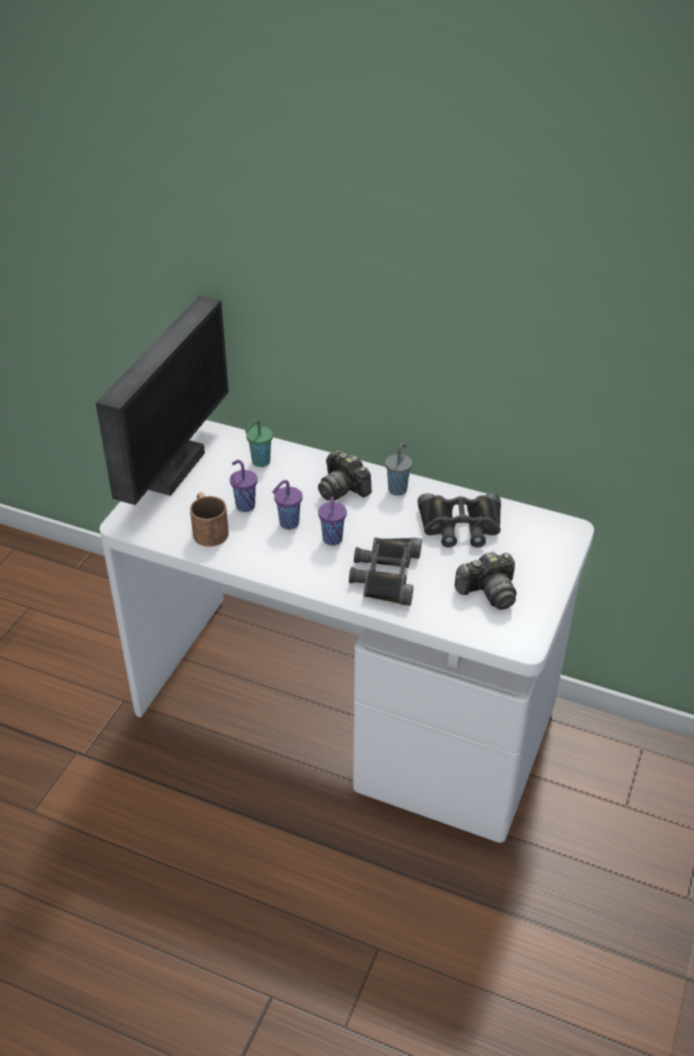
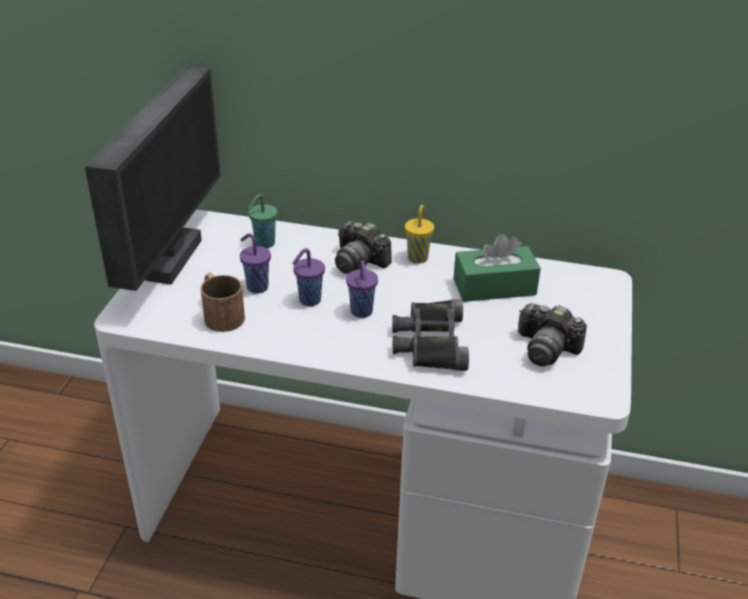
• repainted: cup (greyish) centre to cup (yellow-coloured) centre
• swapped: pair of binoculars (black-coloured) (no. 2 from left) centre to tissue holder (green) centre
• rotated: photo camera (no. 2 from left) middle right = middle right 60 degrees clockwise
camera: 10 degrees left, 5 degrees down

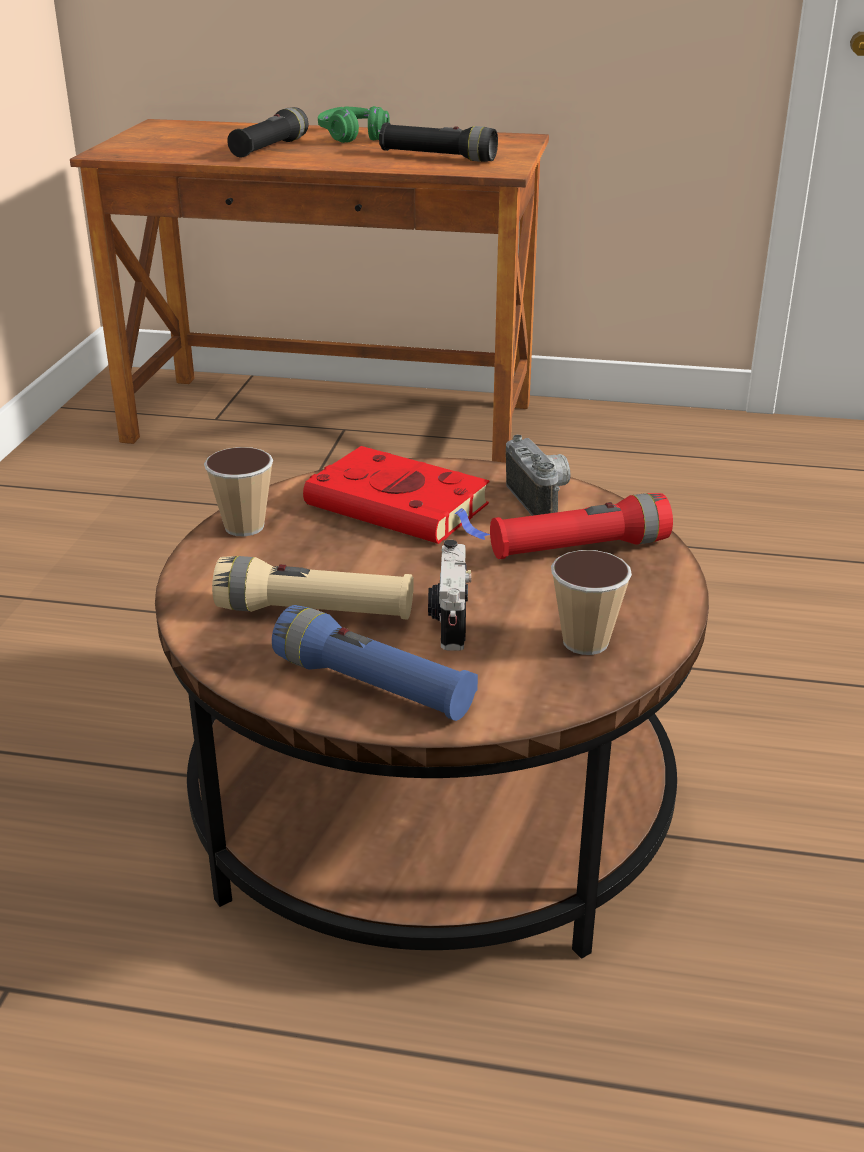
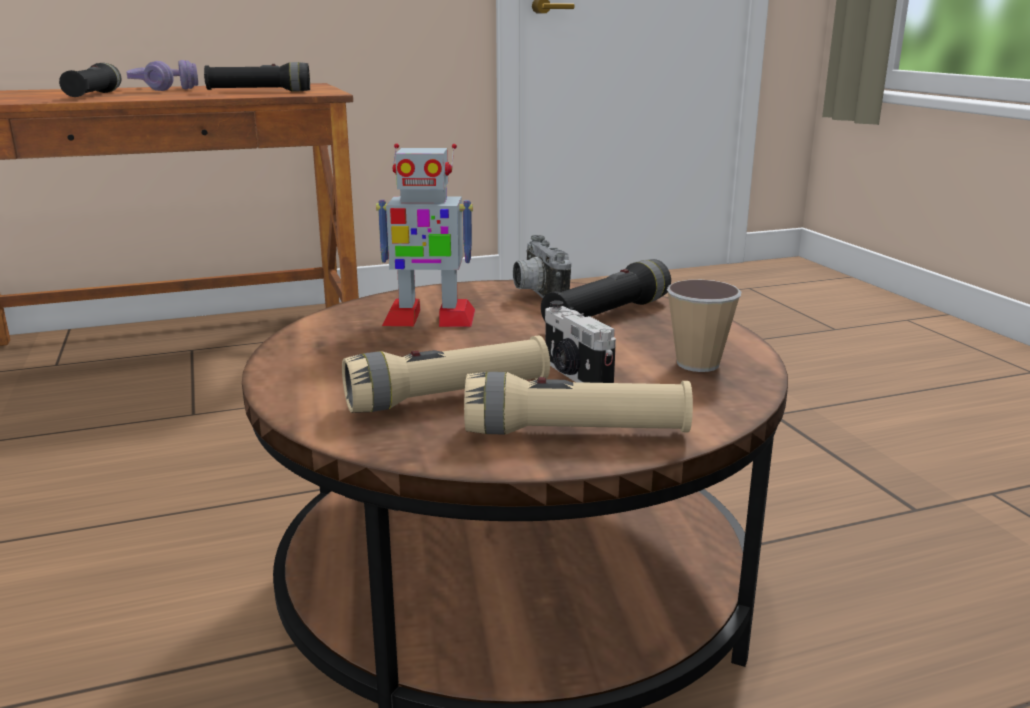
• gone: cup (no. 1 from left) middle left
• repainted: flashlight (bluish) centre to flashlight (beige) (no. 2 from left) centre
• swapped: book (red-coloured) centre to robot figure top centre
• repainted: headset (green) top centre to headset (purple) top left
• repainted: flashlight (red-coloured) middle right to flashlight (black-coloured) (no. 3 from left) centre
• rotated: photo camera (no. 2 from left in the first image) centre = centre 150 degrees counterclockwise
camera: 30 degrees left, 10 degrees down

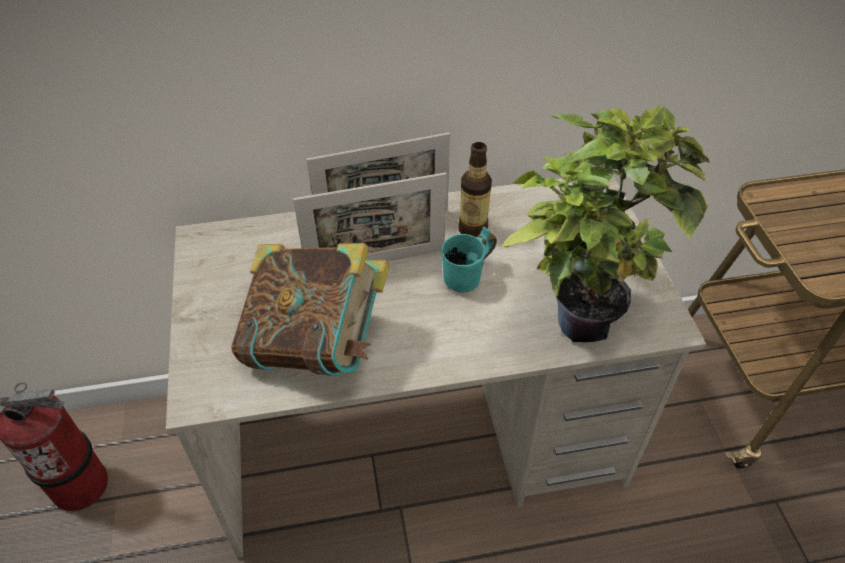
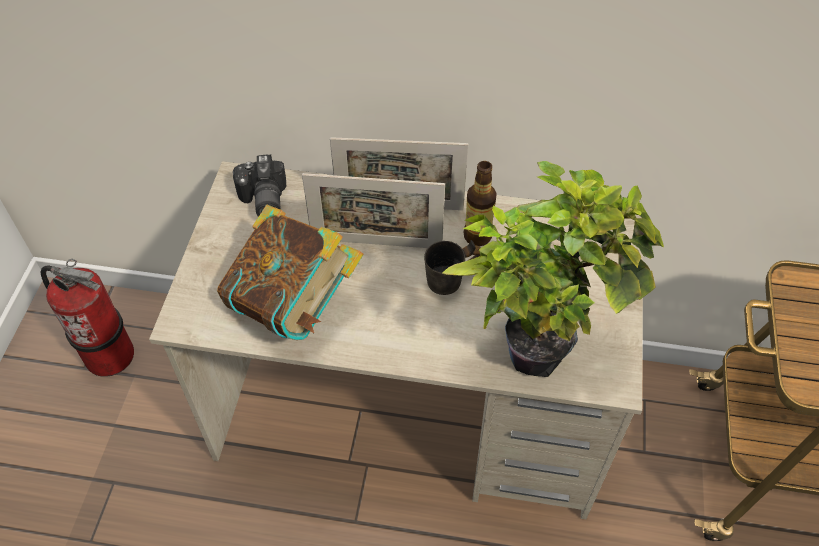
• repainted: mug (turquoise) centre to mug (greyish) centre
• new: photo camera middle left
camera: 20 degrees right, 5 degrees up

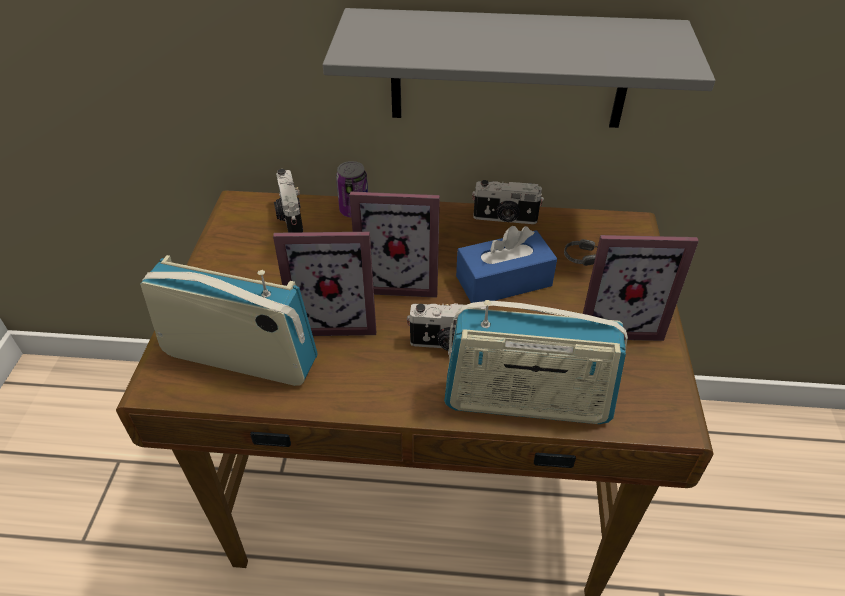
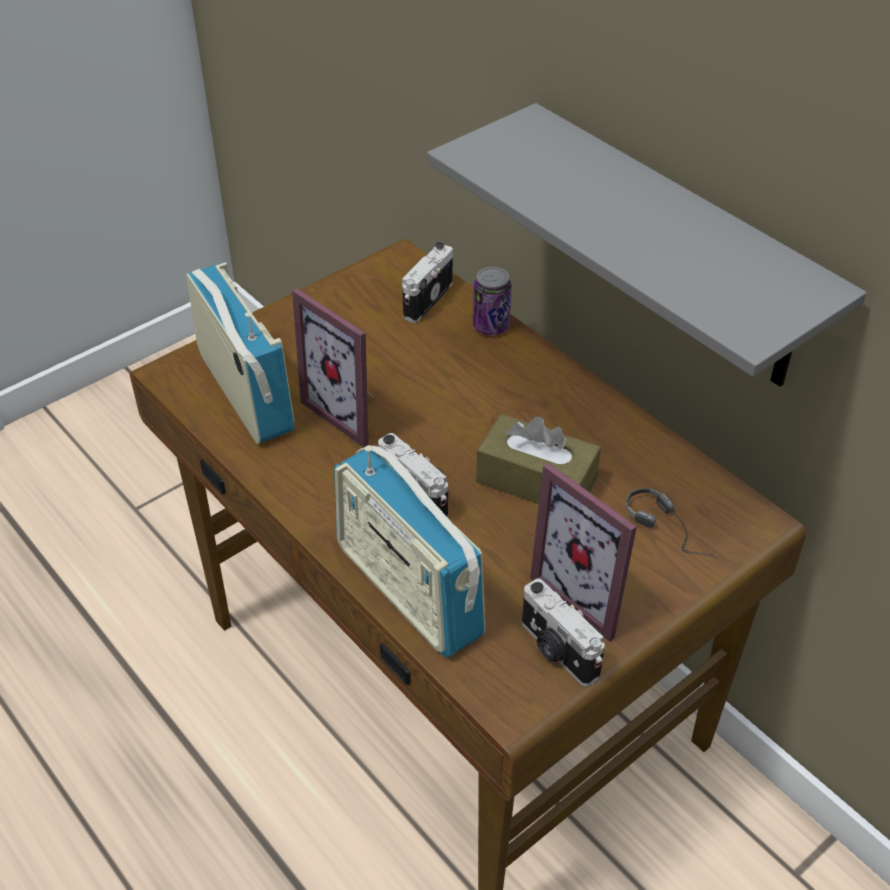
• gone: standing frame (no. 2 from left) centre
• repainted: tissue holder (bluish) centre to tissue holder (brown-coloured) centre
• shifted: photo camera (no. 3 from left) centre to bottom centre
camera: 45 degrees right, 0 degrees up

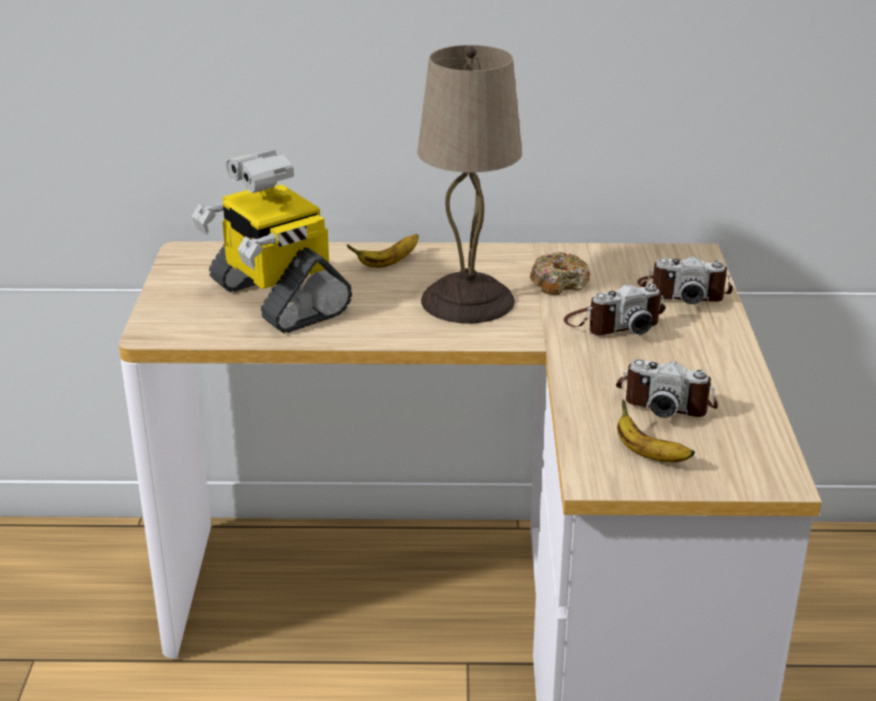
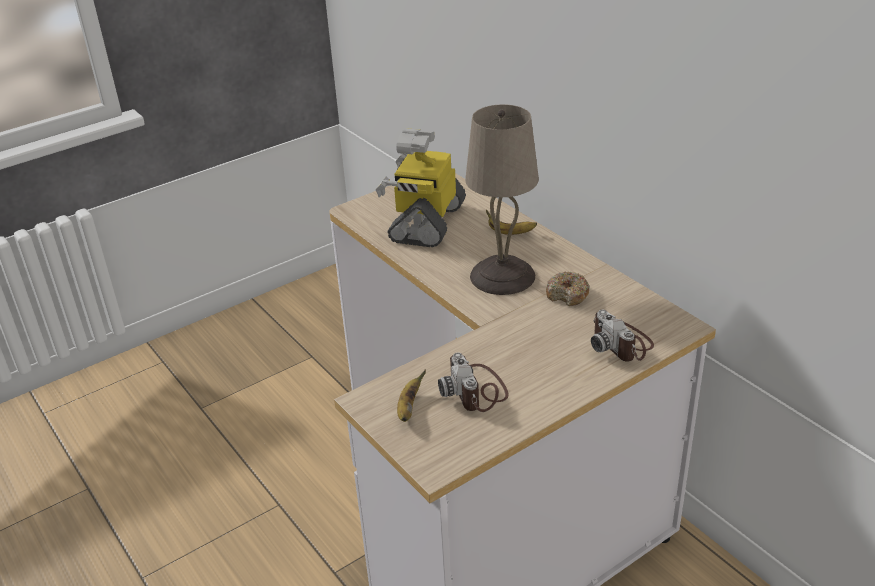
• gone: photo camera (no. 1 from left) middle right
camera: 55 degrees right, 5 degrees up

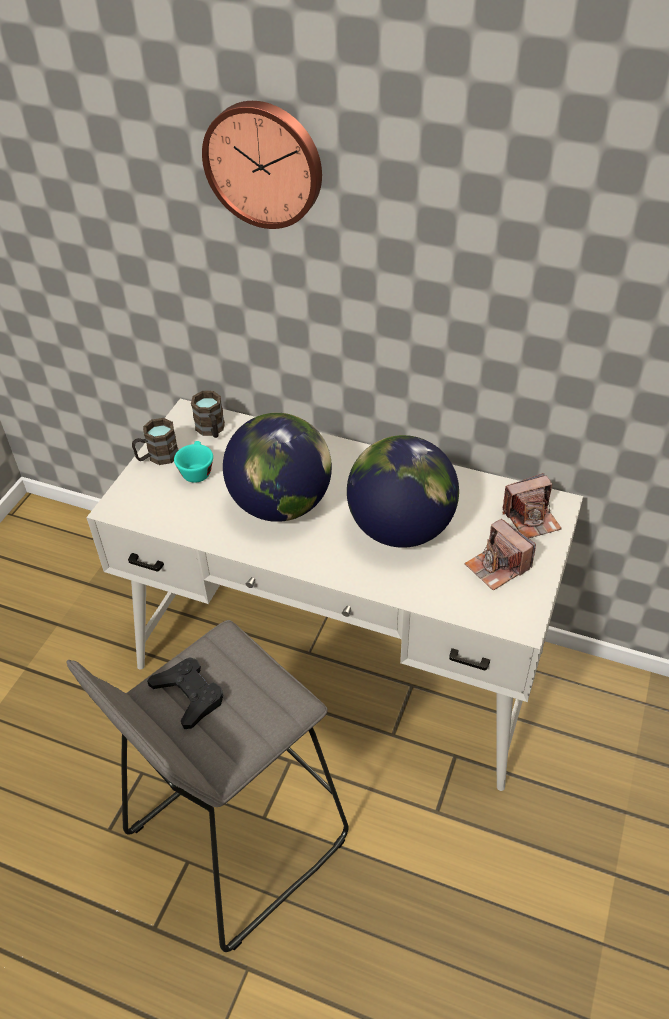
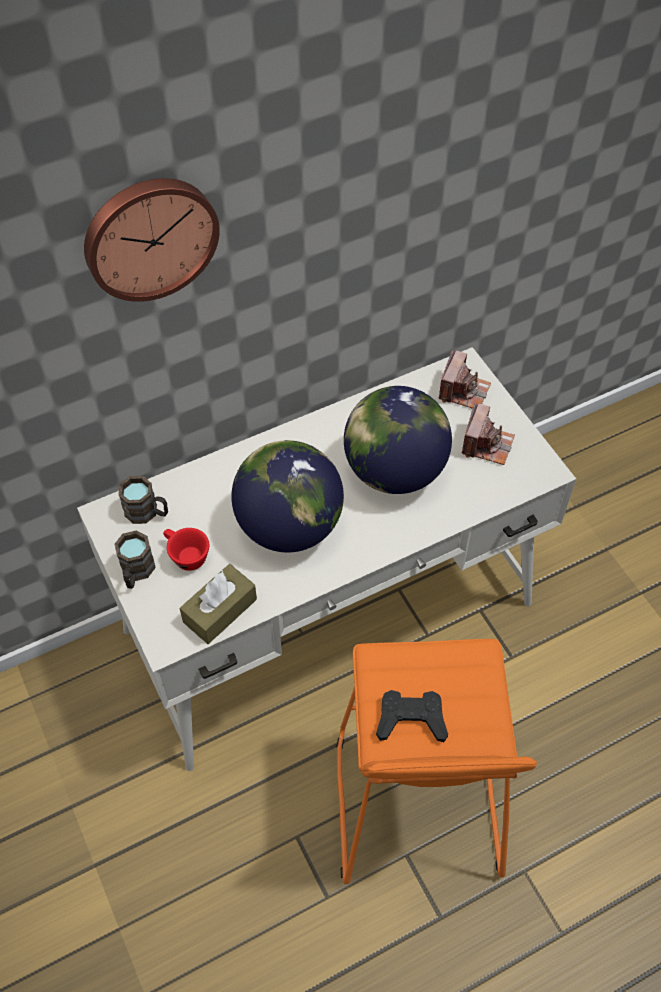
• repainted: stool (greyish) bottom left to stool (orange) bottom centre
• repainted: cup (turquoise) middle left to cup (red-coloured) middle left
• rotated: photo camera (no. 1 from left in the first image) middle right = middle right 75 degrees counterclockwise
• new: tissue holder (brown-coloured) middle left
camera: 50 degrees left, 10 degrees up

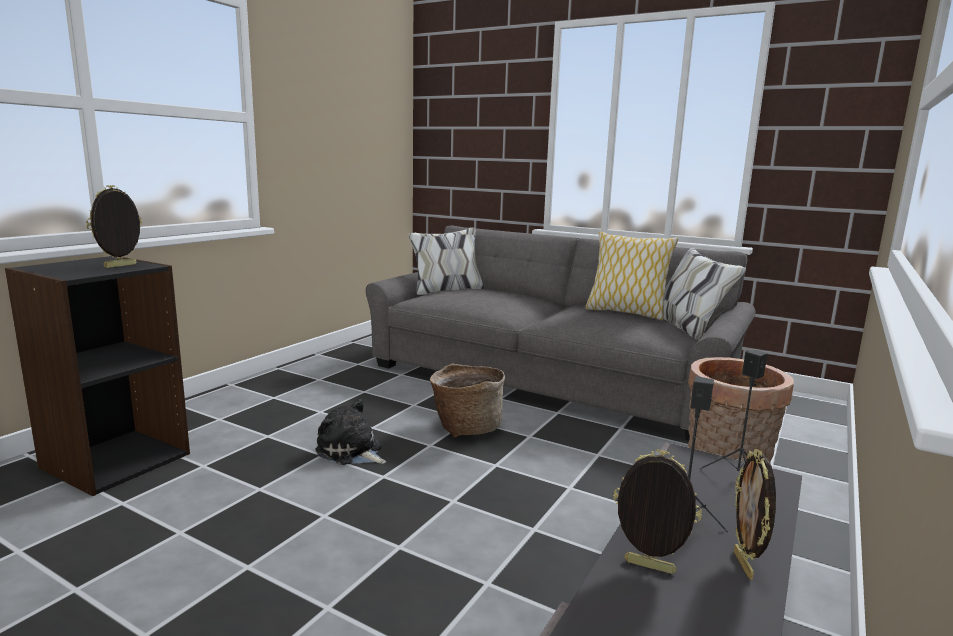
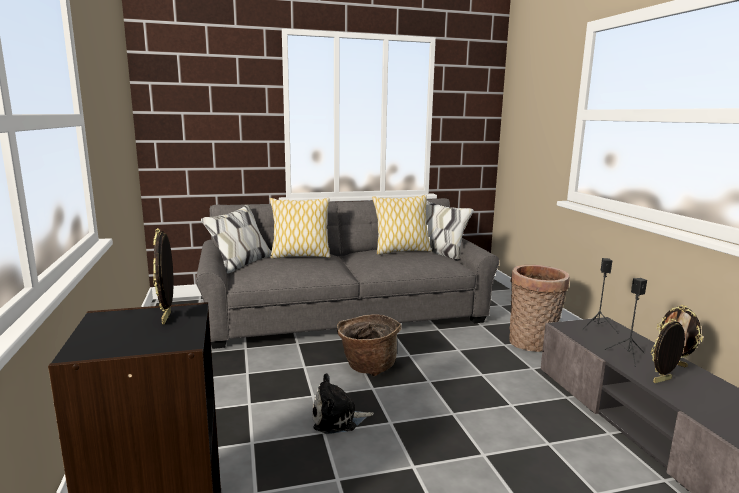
• new: throw pillow (no. 1 from left) centre
camera: 45 degrees left, 0 degrees up

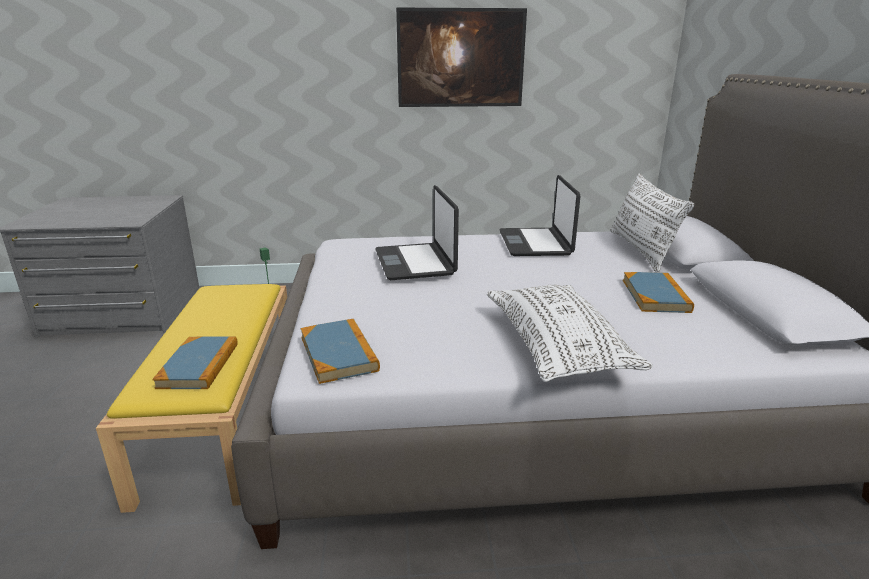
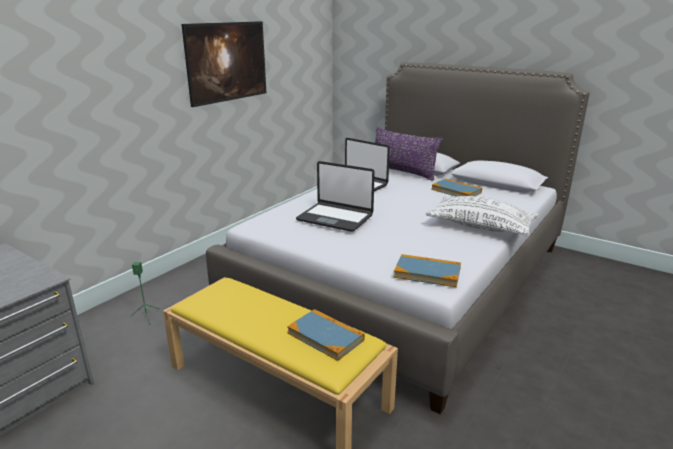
• repainted: throw pillow (white) (no. 2 from left) middle right to throw pillow (purple) centre
camera: 50 degrees left, 0 degrees up

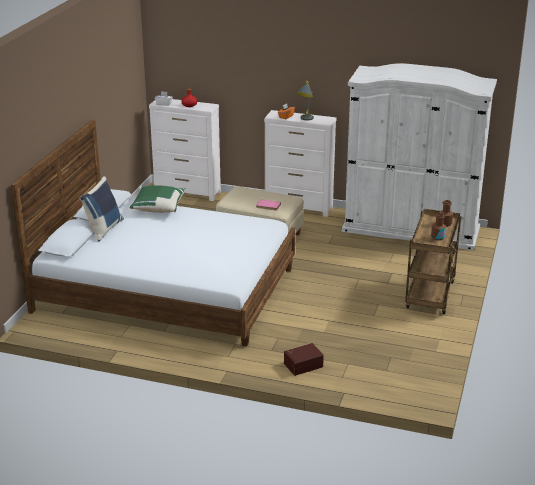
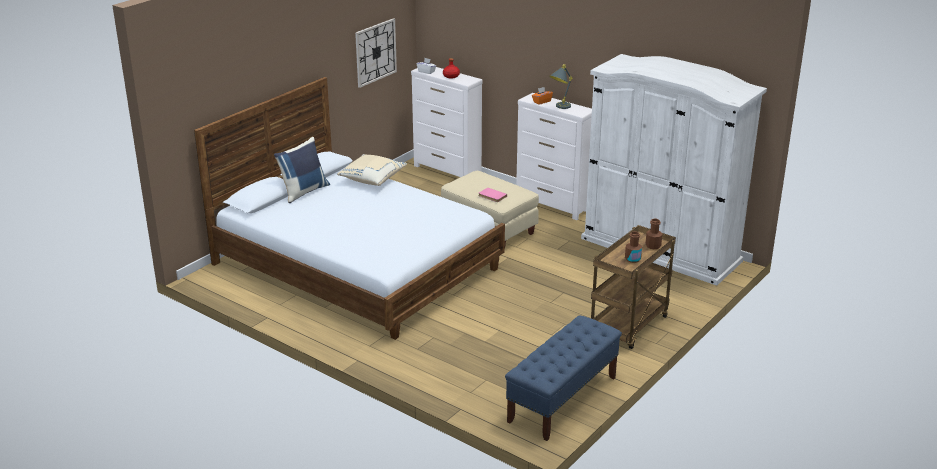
• repainted: throw pillow (green) middle left to throw pillow (beige) centre
• gone: storage container (brown-coloured) bottom centre
• new: wall clock top centre
• new: bench (bluish) bottom centre
camera: 20 degrees right, 0 degrees up

